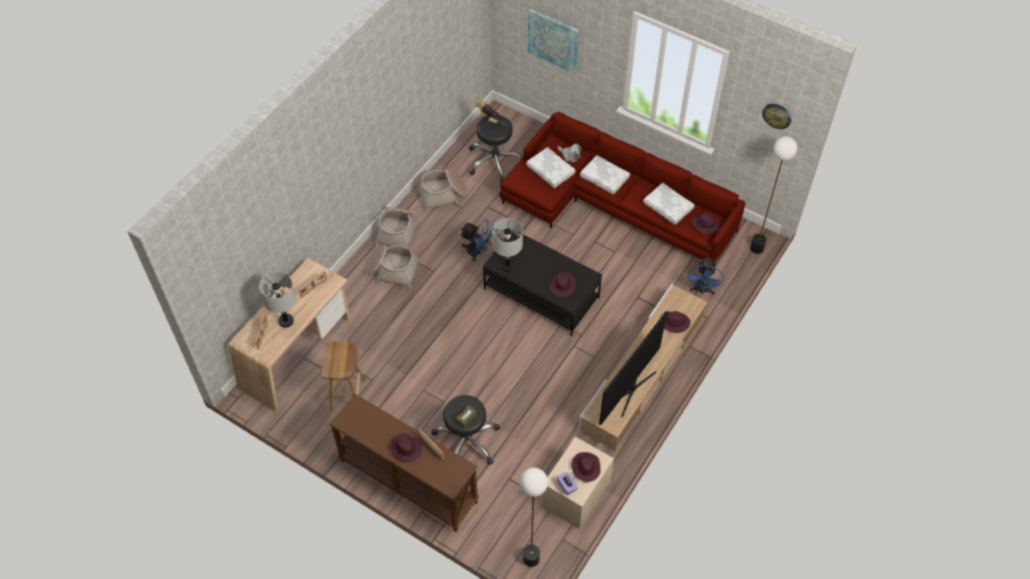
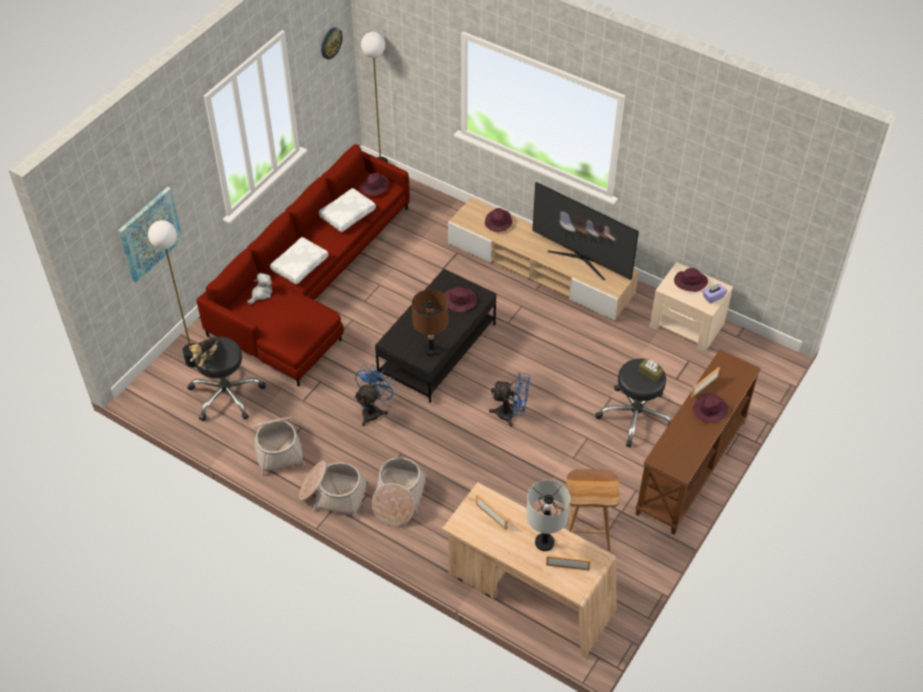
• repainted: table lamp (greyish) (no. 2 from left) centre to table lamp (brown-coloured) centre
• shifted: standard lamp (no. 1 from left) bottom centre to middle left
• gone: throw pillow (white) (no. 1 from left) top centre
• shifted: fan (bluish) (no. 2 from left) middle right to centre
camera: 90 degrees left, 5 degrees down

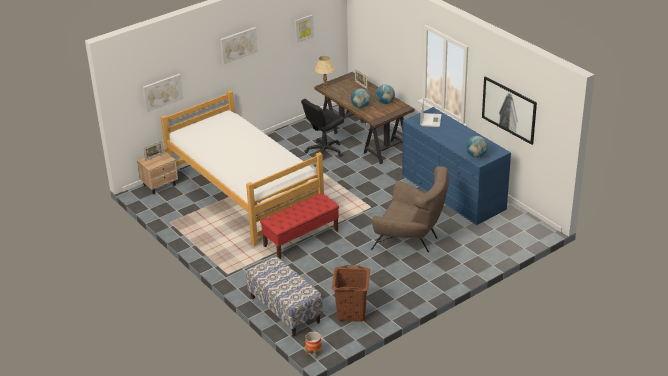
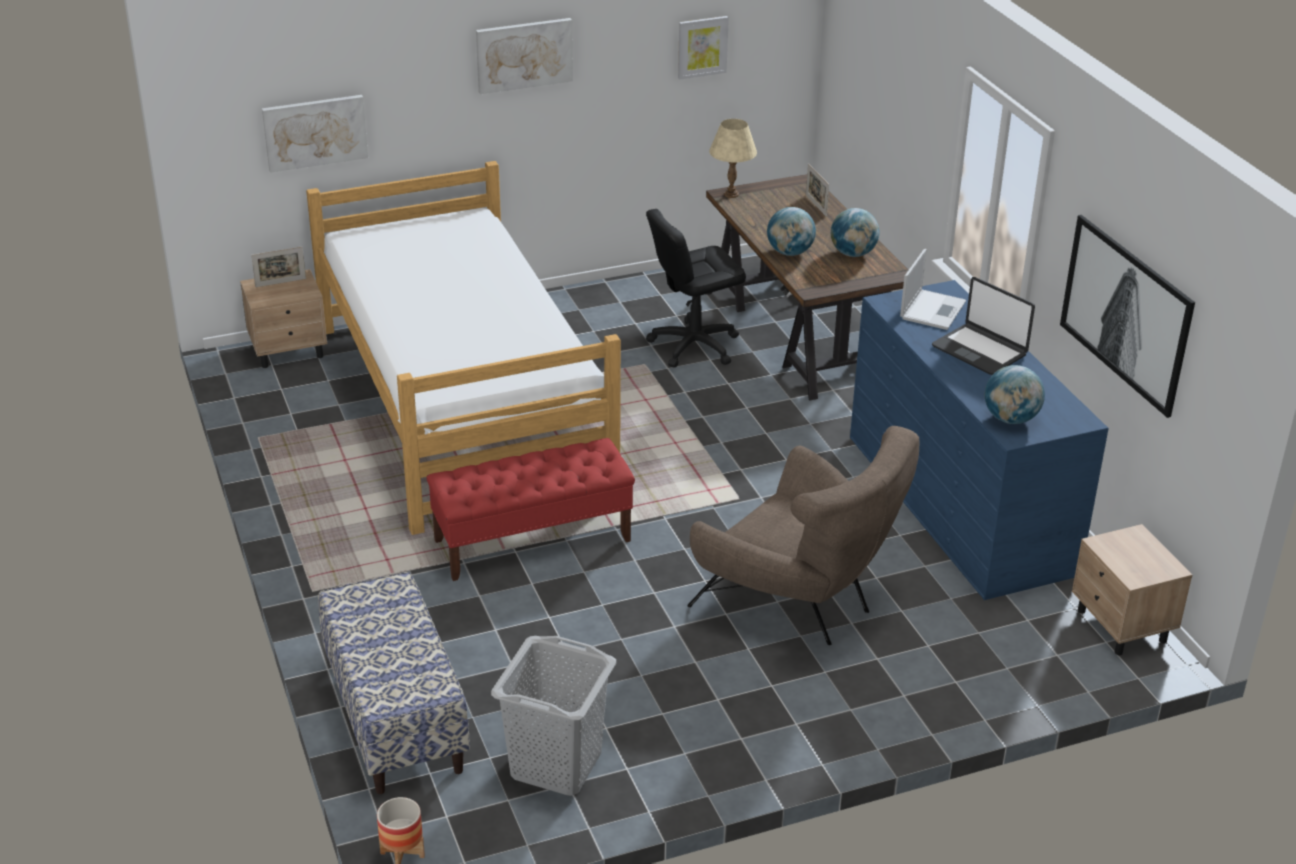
• repainted: hamper (brown-coloured) bottom centre to hamper (greyish) bottom centre
• new: notebook computer (no. 2 from left) middle right
• new: bedside table (beige) (no. 2 from left) bottom right
camera: 15 degrees right, 0 degrees up

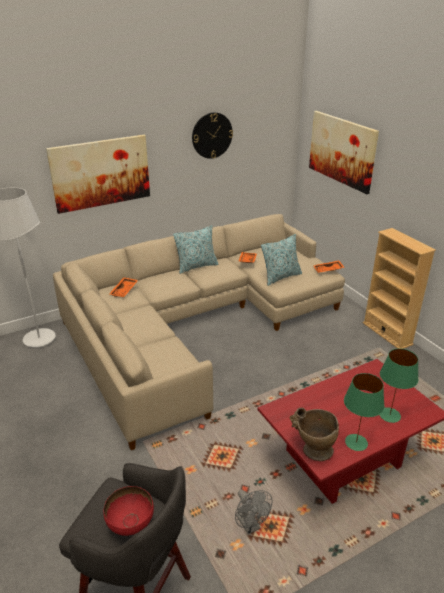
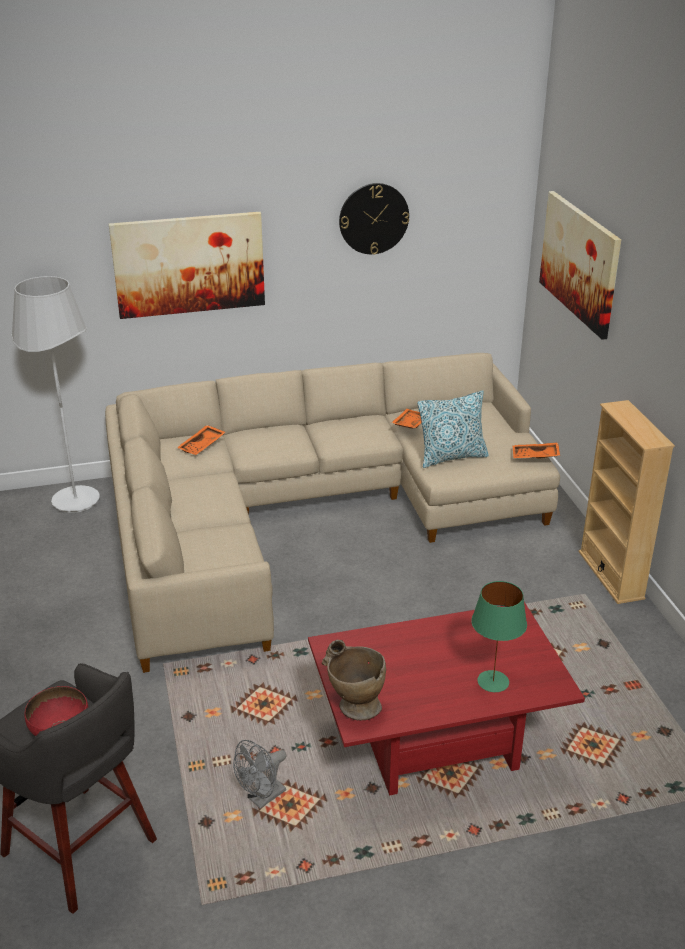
• gone: throw pillow (no. 1 from left) centre
• rotated: fan (greyish) bottom centre = bottom centre 60 degrees clockwise
• gone: table lamp (green) (no. 1 from left) bottom right
camera: 15 degrees right, 0 degrees up

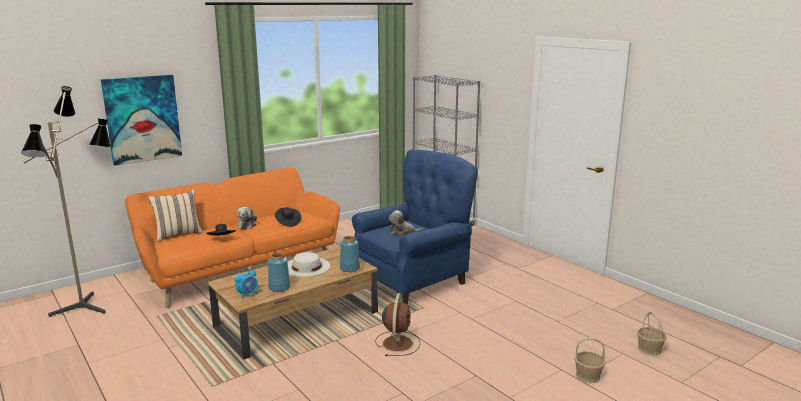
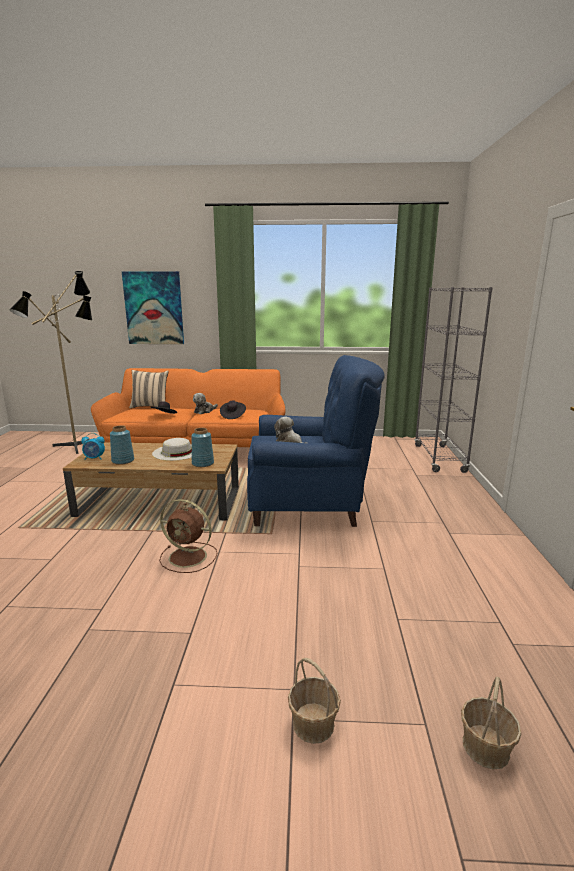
• rotated: fan (brown-coloured) bottom centre = middle left 60 degrees clockwise
camera: 40 degrees right, 0 degrees up

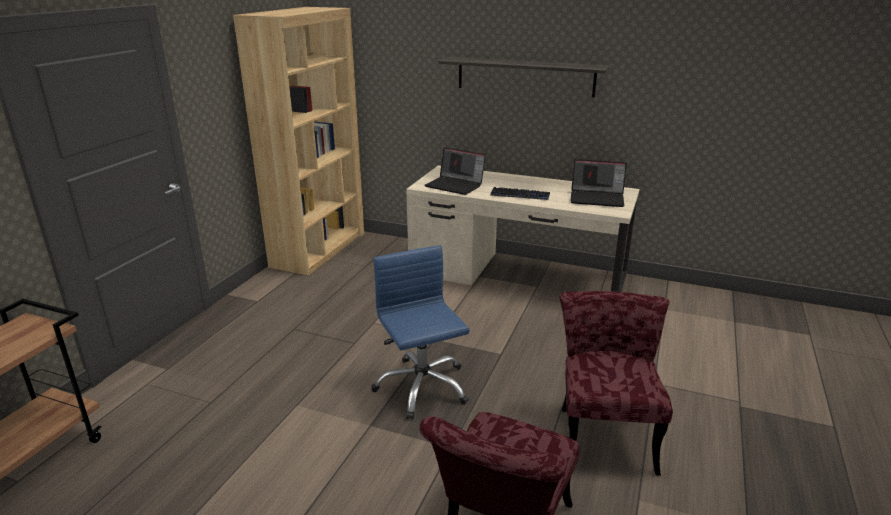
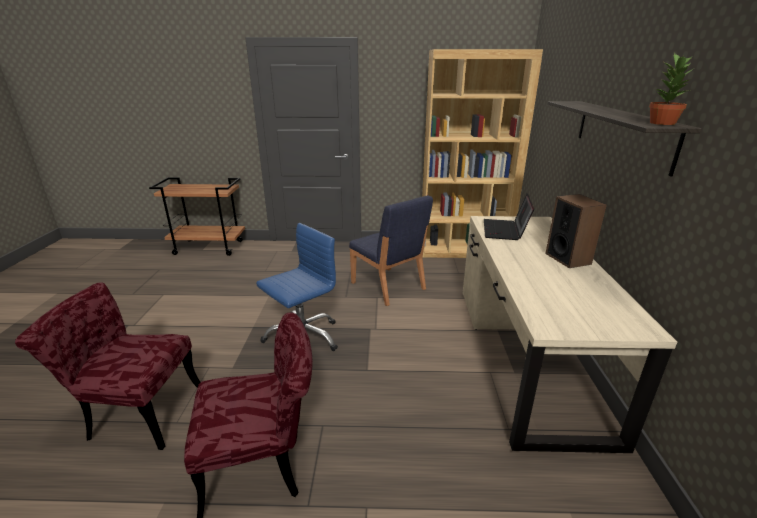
• gone: PC keyboard centre
• gone: notebook computer (no. 2 from left) middle right
• new: upright chair (bluish) centre
• new: speaker middle right
• new: plant in a pot top right
camera: 70 degrees right, 0 degrees up

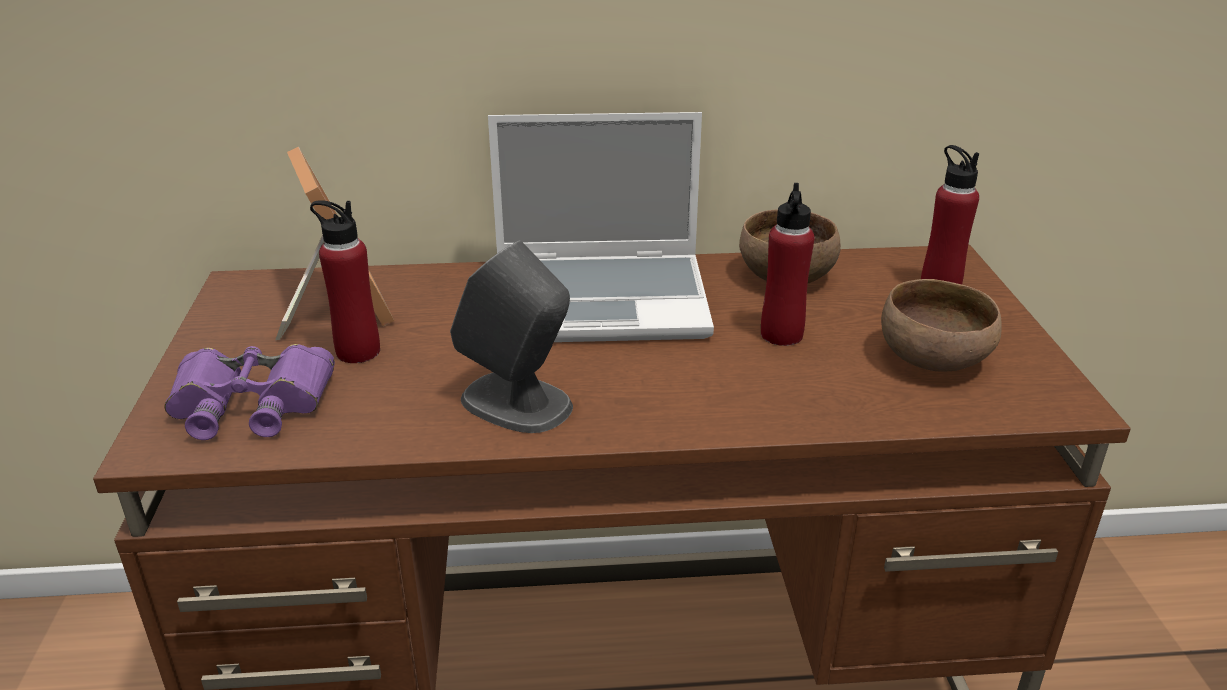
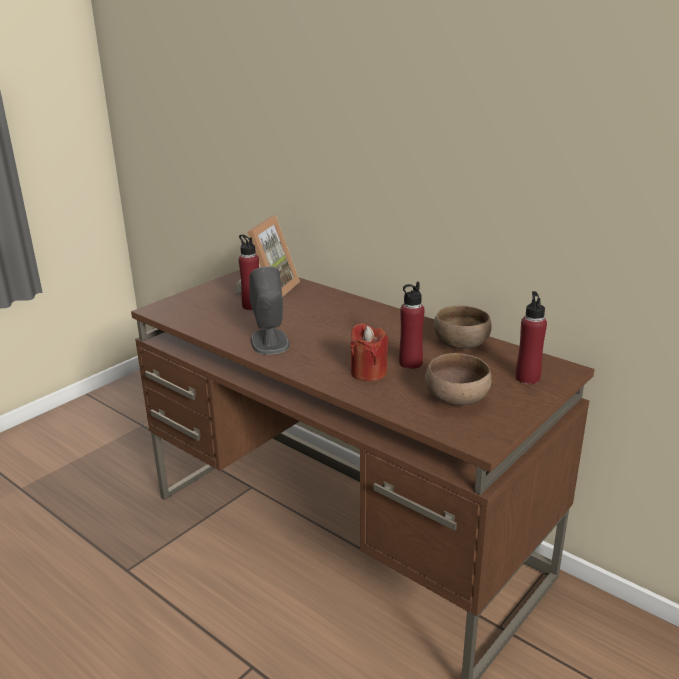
• gone: pair of binoculars (purple) middle left
• gone: notebook computer top centre
• new: candle (red-coloured) centre
camera: 45 degrees right, 5 degrees down

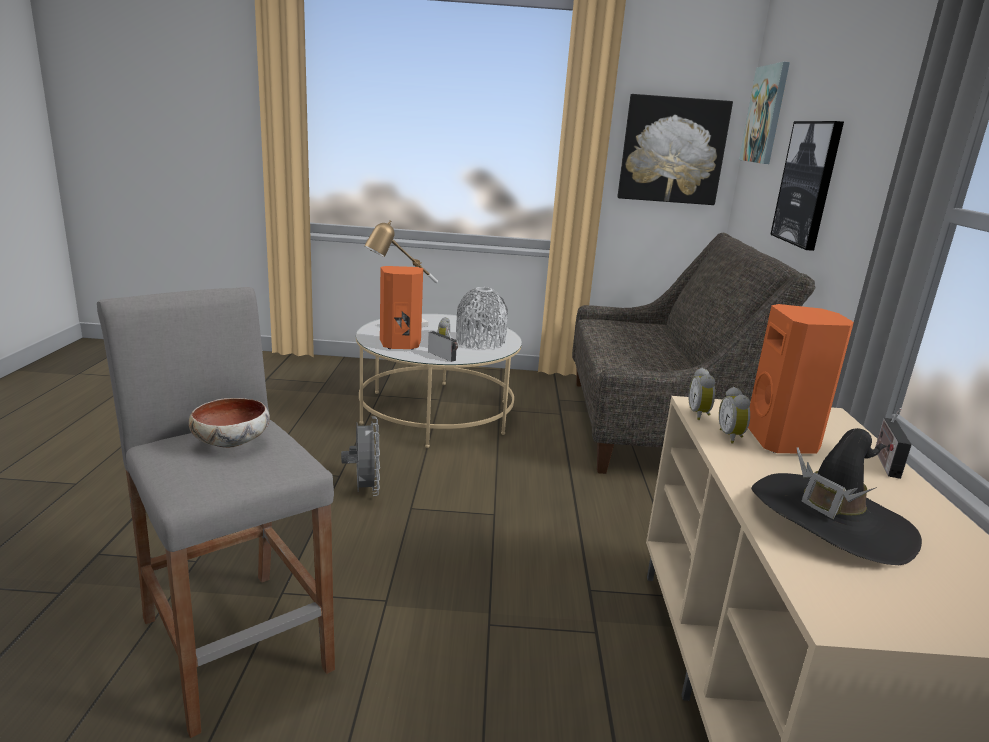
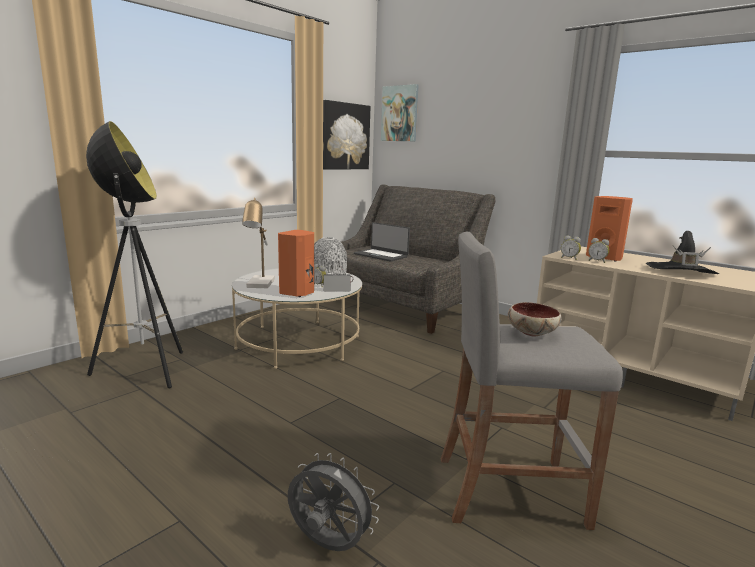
• shifted: fan (greyish) centre to bottom centre
• gone: picture (no. 3 from left) top right
• gone: radio receiver (no. 2 from left) middle right
• new: standard lamp middle left
• new: notebook computer centre
camera: 50 degrees left, 5 degrees down

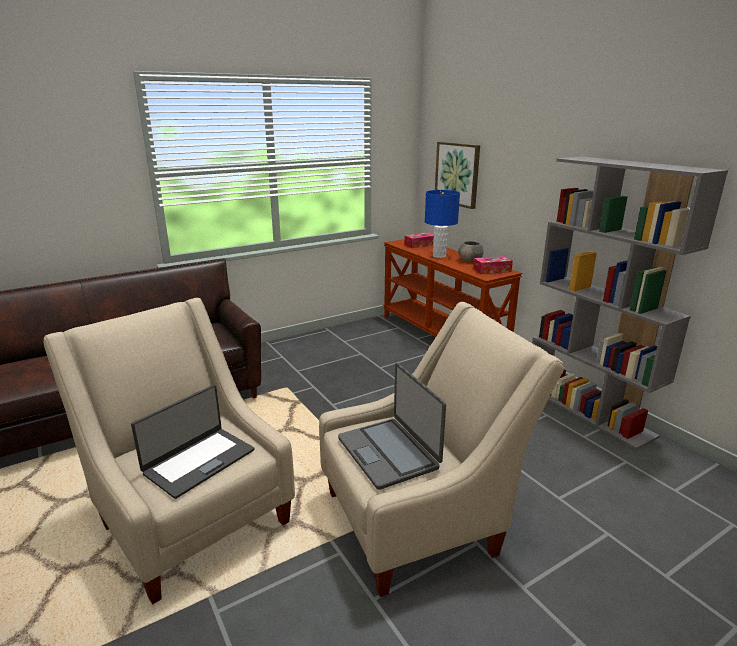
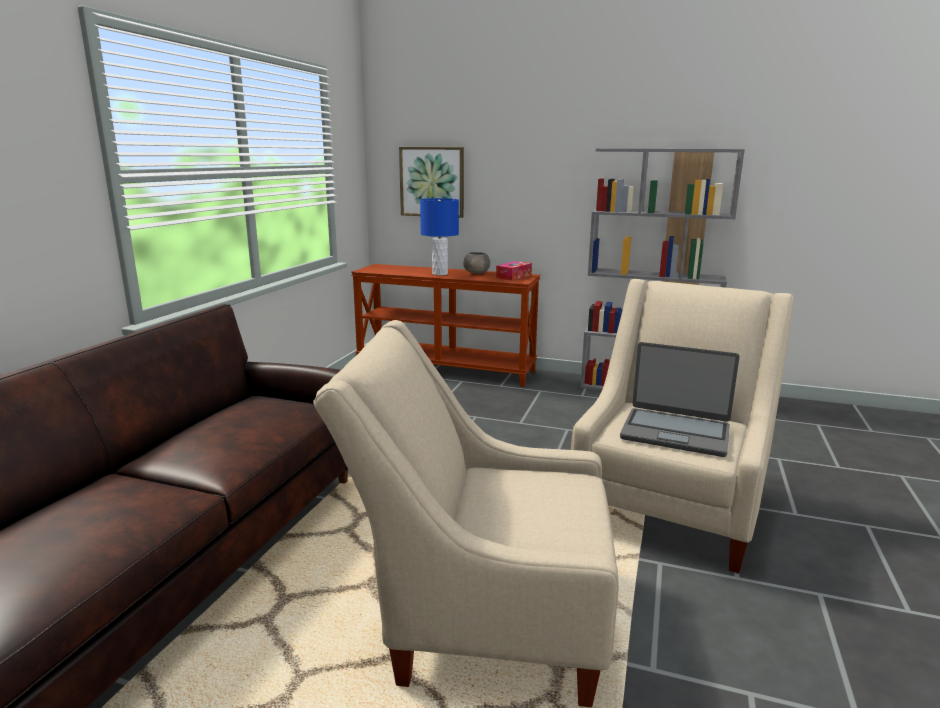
• gone: notebook computer (no. 1 from left) bottom left
• gone: tissue holder (no. 1 from left) centre
camera: 40 degrees left, 5 degrees down

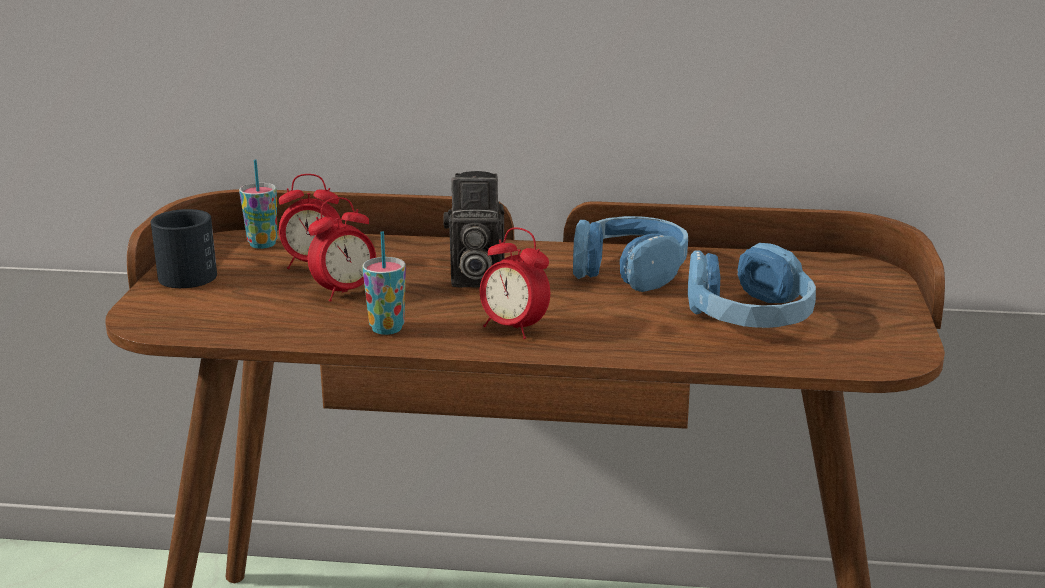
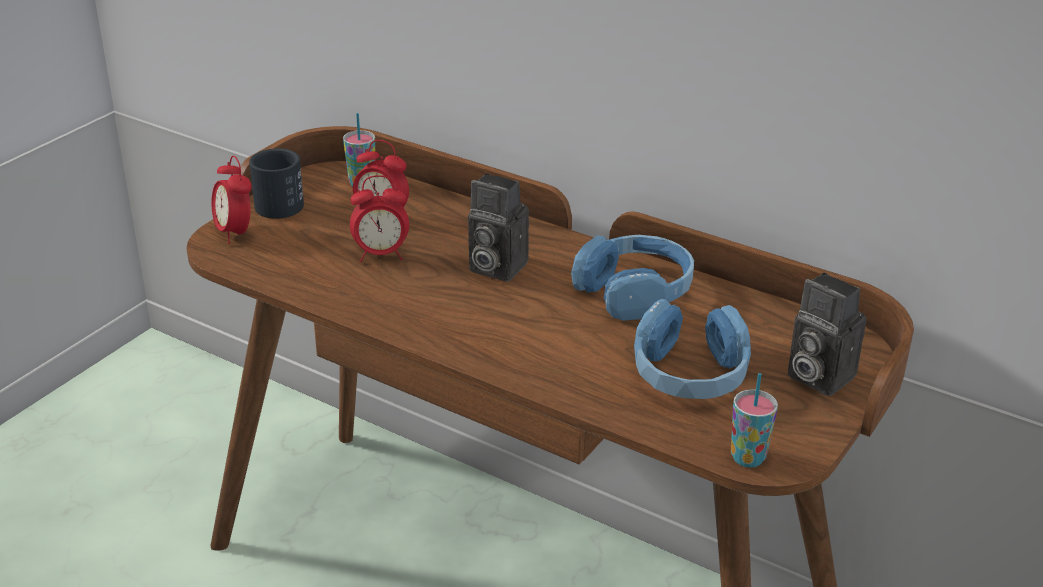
• shifted: cup (no. 2 from left) centre to bottom right
• shifted: alarm clock (no. 3 from left in the first image) centre to alarm clock (no. 1 from left) middle left
• new: photo camera (no. 2 from left) middle right
camera: 25 degrees right, 10 degrees up

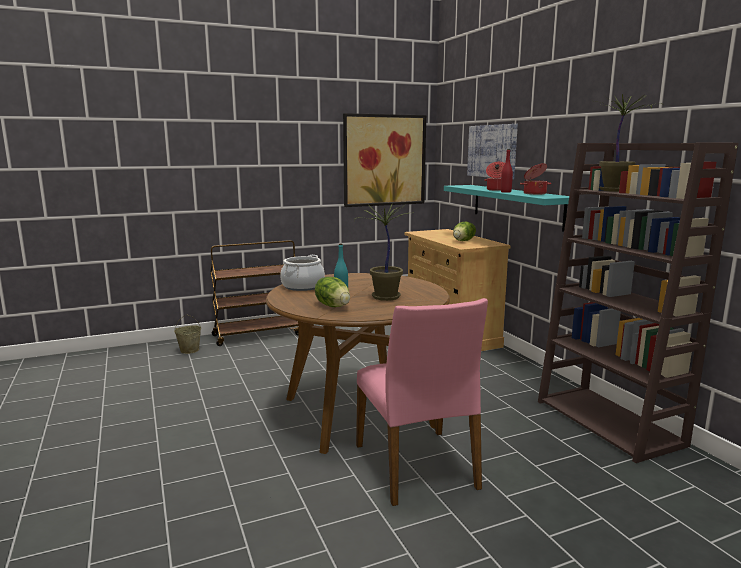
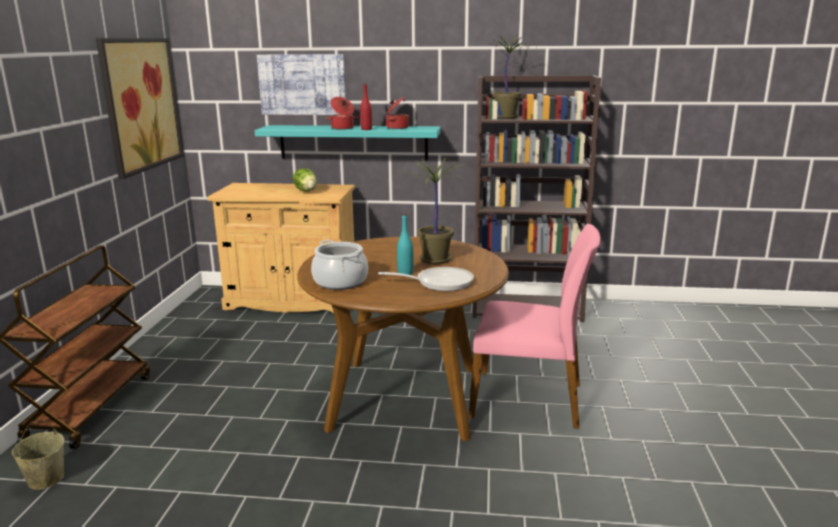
• swapped: head of lettuce (no. 1 from left) centre to frying pan centre
camera: 60 degrees left, 5 degrees up

